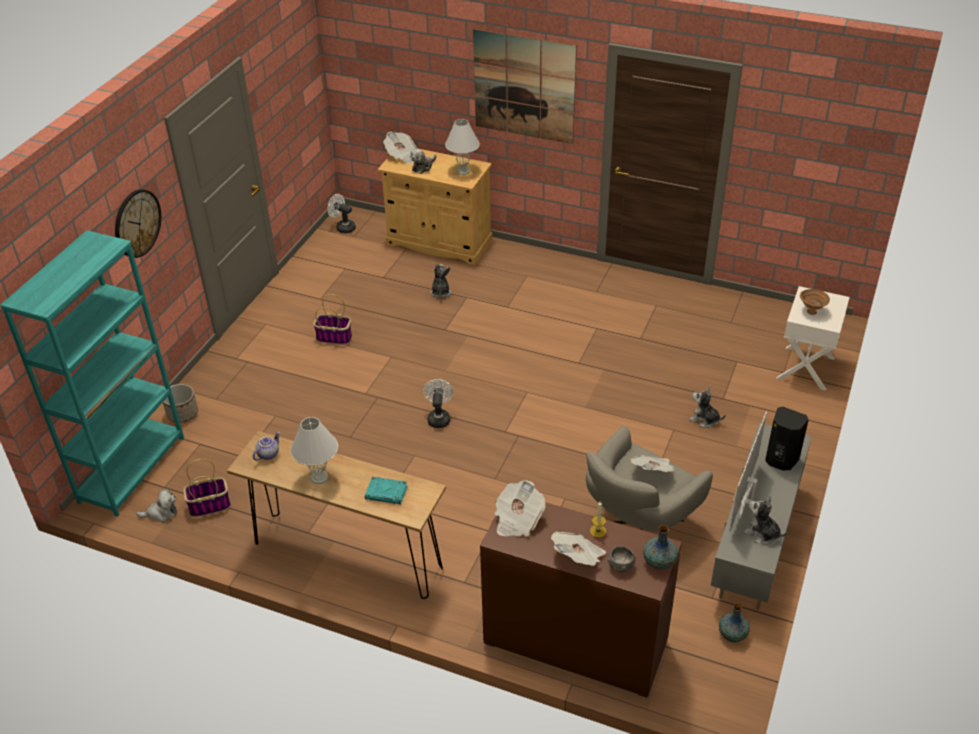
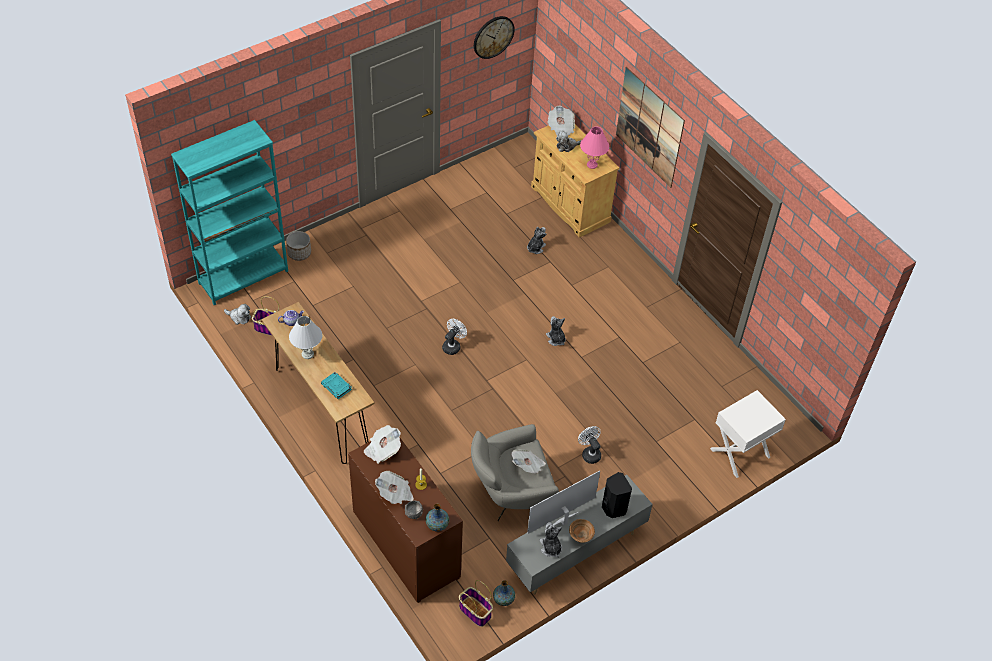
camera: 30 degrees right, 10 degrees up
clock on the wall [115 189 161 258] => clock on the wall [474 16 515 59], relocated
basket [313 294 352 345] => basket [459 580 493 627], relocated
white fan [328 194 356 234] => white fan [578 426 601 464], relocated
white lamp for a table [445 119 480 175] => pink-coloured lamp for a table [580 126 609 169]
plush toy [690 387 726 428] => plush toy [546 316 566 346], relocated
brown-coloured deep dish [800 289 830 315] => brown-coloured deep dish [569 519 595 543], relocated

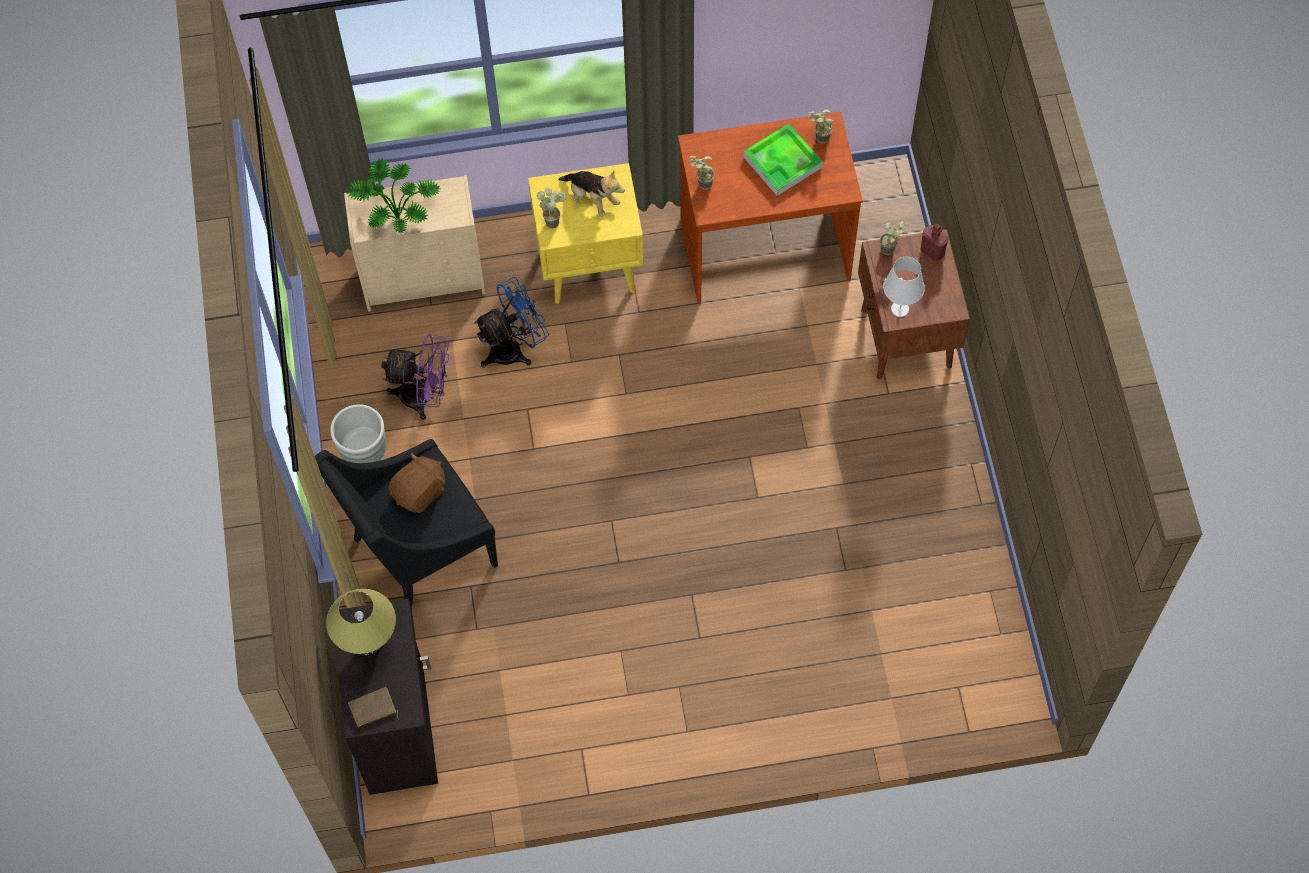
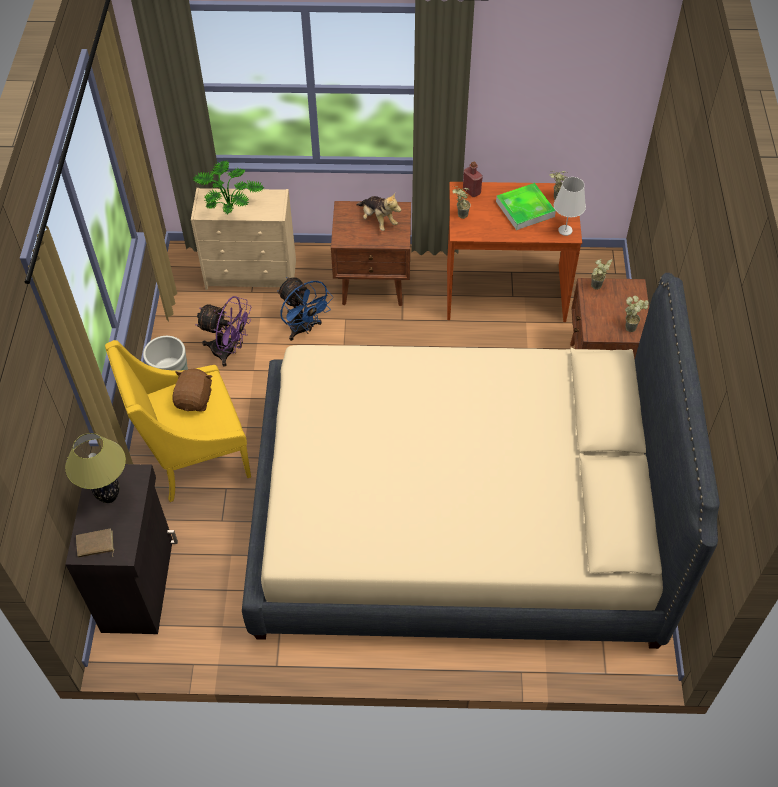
camera: 10 degrees right, 10 degrees down
blackish armchair [315 439 498 608] => yellowish armchair [105 340 251 502]
brown-coloured plush toy [388 453 445 513] => brown-coloured plush toy [172 369 212 411], 45 degrees counterclockwise
bluish fan [474 277 549 368] => bluish fan [277 277 333 341], 75 degrees clockwise
yellowish nightstand [528 163 644 304] => brown-coloured nightstand [331 201 411 306]
houseplant [536 188 566 229] => houseplant [625 296 649 332], relocated
white lamp for a table [883 257 925 317] => white lamp for a table [554 177 586 236], relocated
red-coloured drink bottle [920 224 949 262] => red-coloured drink bottle [463 161 483 197], relocated
nothing => beige sleeping bed [242 273 720 649]

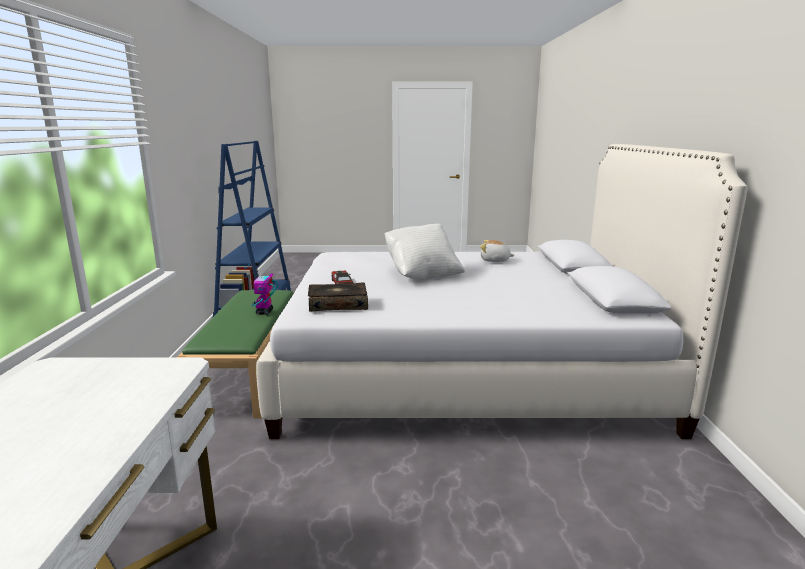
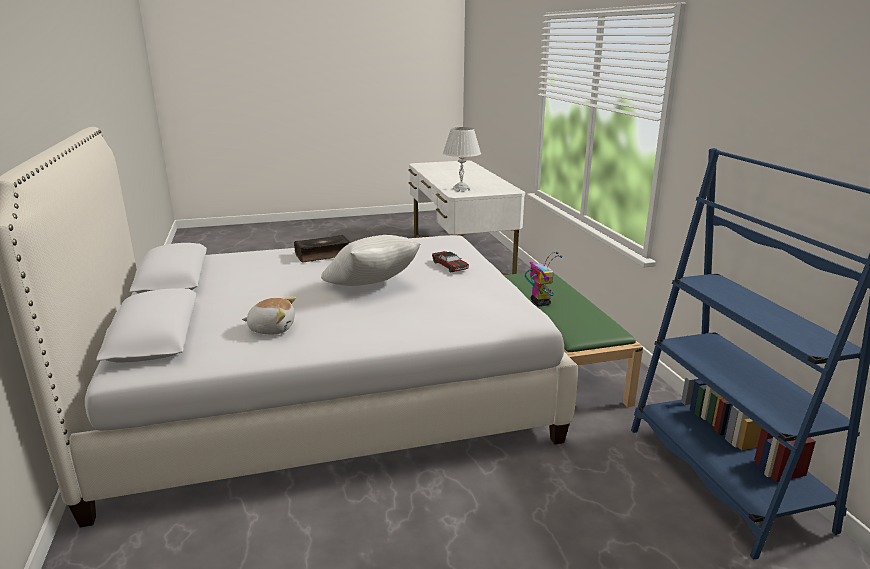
camera: 165 degrees right, 5 degrees up
volume [308 282 368 311] => volume [294 235 350 262], relocated
nothing => white lamp for a table [443 127 481 192]

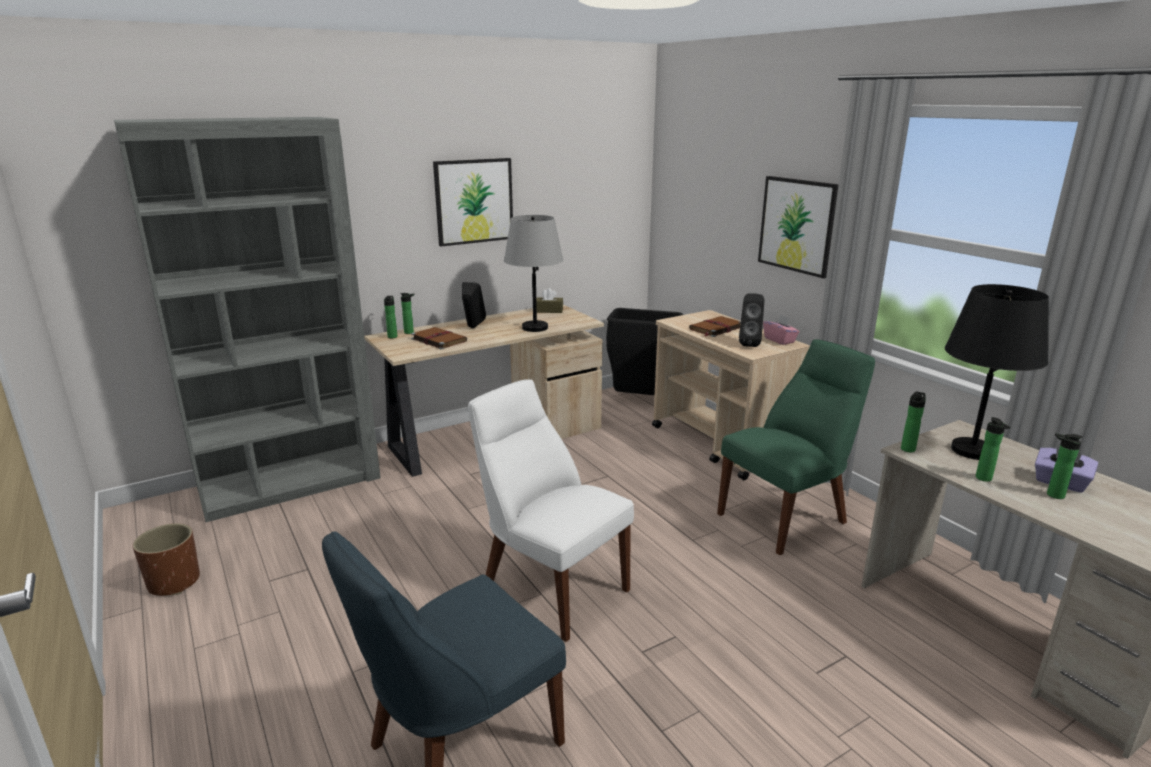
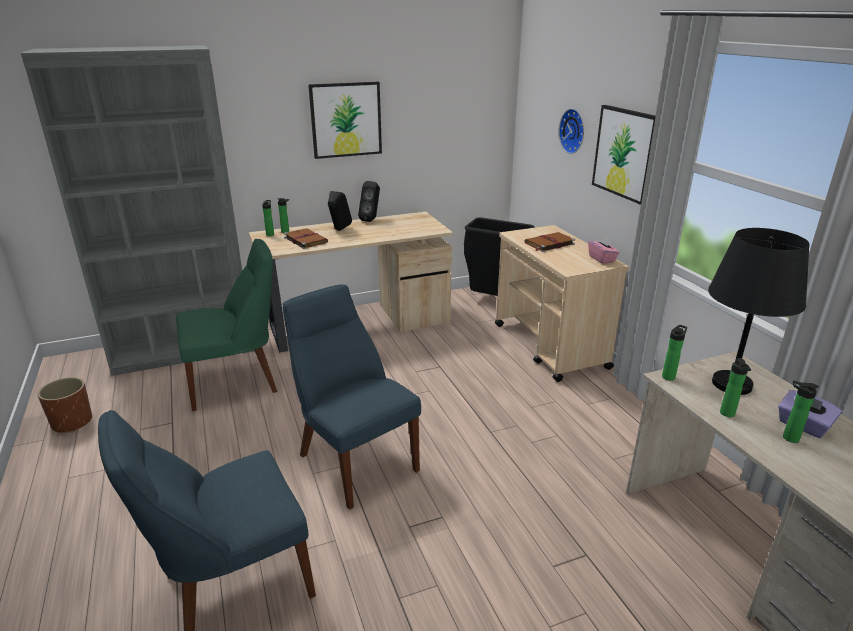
camera: 10 degrees right, 5 degrees up
white chair [468 379 634 642] => bluish chair [283 284 421 510]
gray lamp for a table [504 215 563 332] => nothing
brown-coloured box of tissues [536 288 563 313] => nothing
greenish chair [717 339 875 555] => greenish chair [176 239 278 411], relocated
blackish audio speaker [739 293 764 347] => blackish audio speaker [358 181 380 222], relocated
nothing => clock on the wall [559 108 584 154]

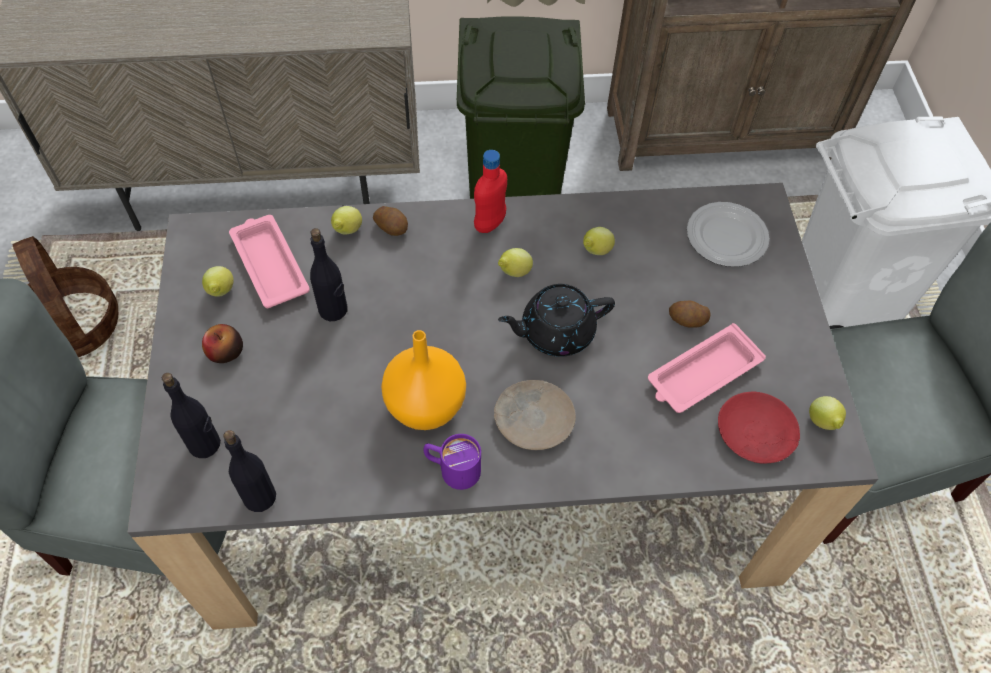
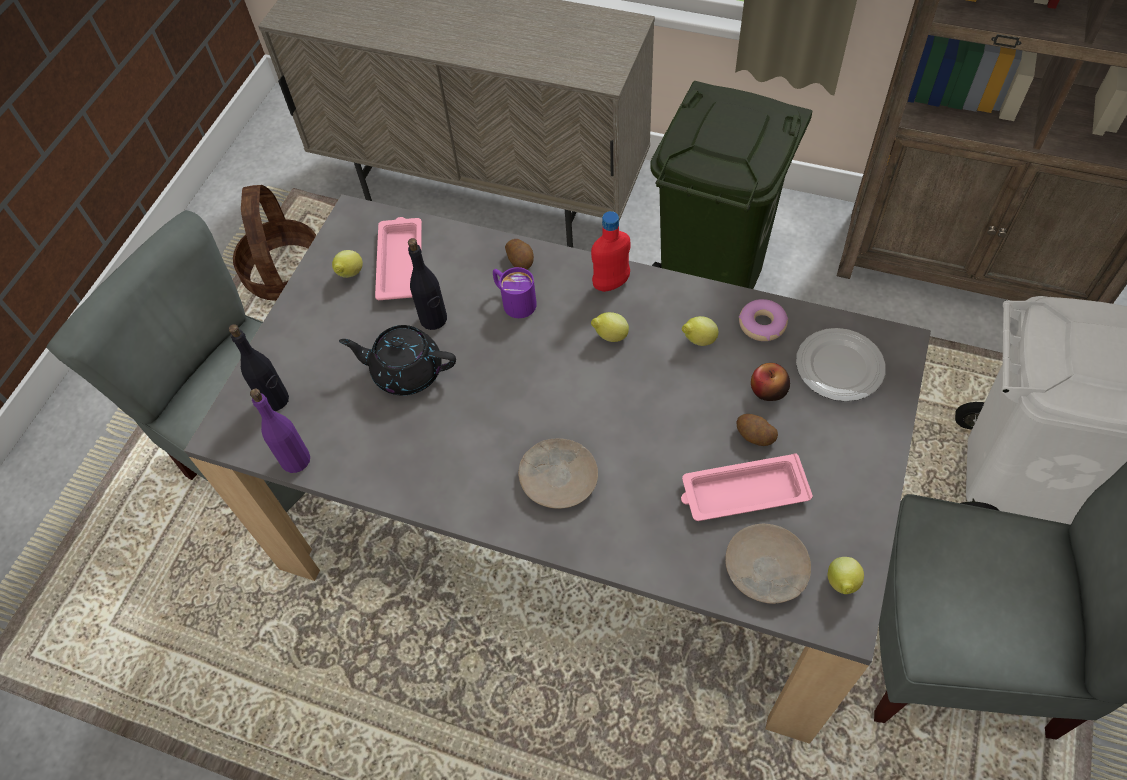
camera: 30 degrees right, 0 degrees up
apple fruit [202 324 243 363] => apple fruit [751 363 790 401], relocated
blackish drink bottle [223 430 276 512] => purple drink bottle [250 389 310 473]
lemon [331 206 362 235] => nothing
orange flower vase [381 330 466 430] => nothing
purple tea mug [424 434 481 490] => purple tea mug [493 267 537 318], relocated
blackish tea pot [498 284 615 357] => blackish tea pot [339 325 456 395], relocated
red-coloured flat dish [718 392 800 463] => beige flat dish [725 524 811 604]
nothing => ring doughnut [739 299 788 341]

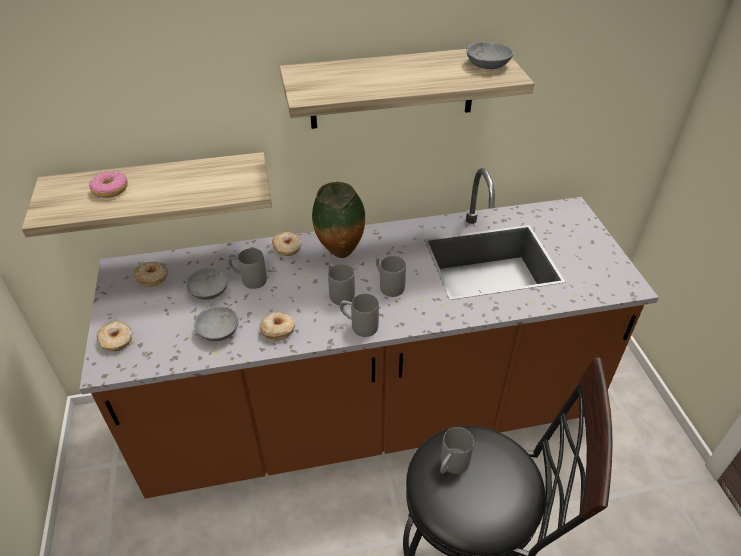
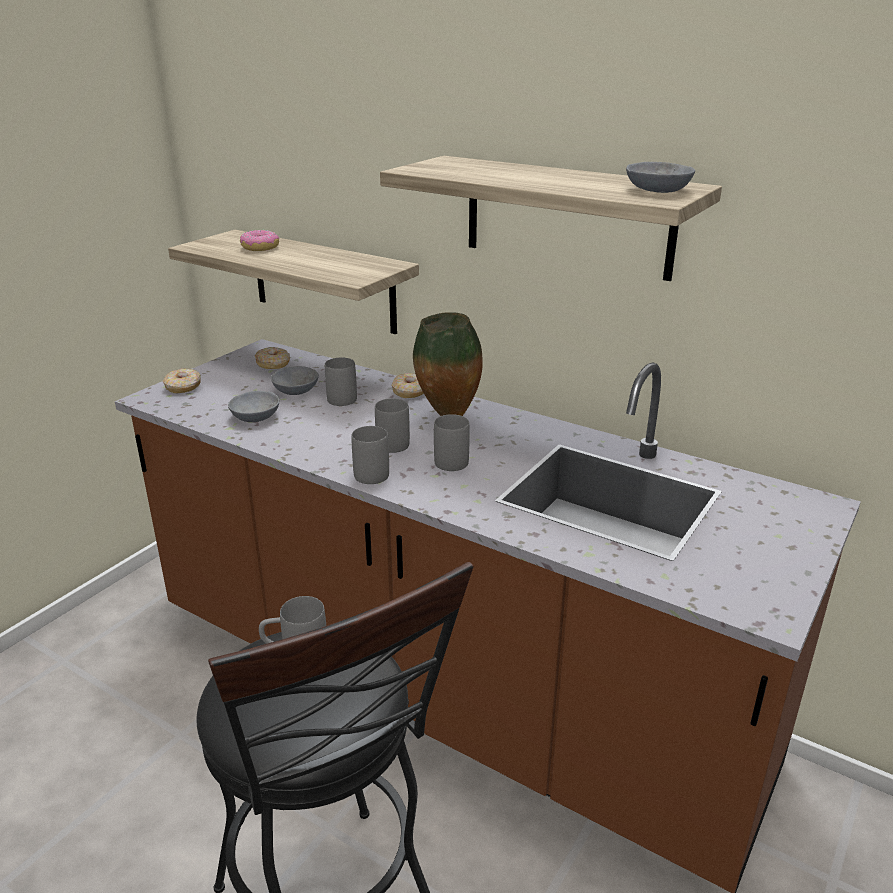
camera: 45 degrees right, 15 degrees down
ring doughnut [260 312 295 340] => nothing

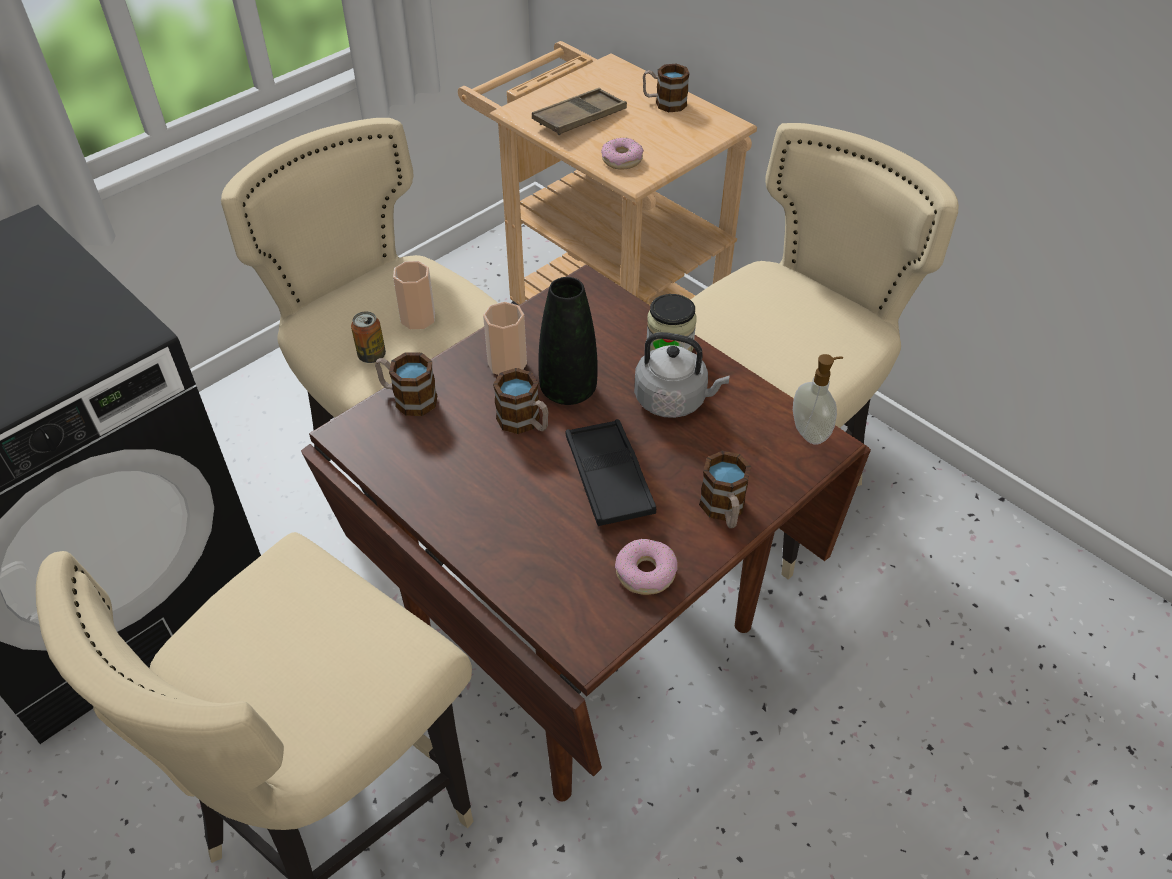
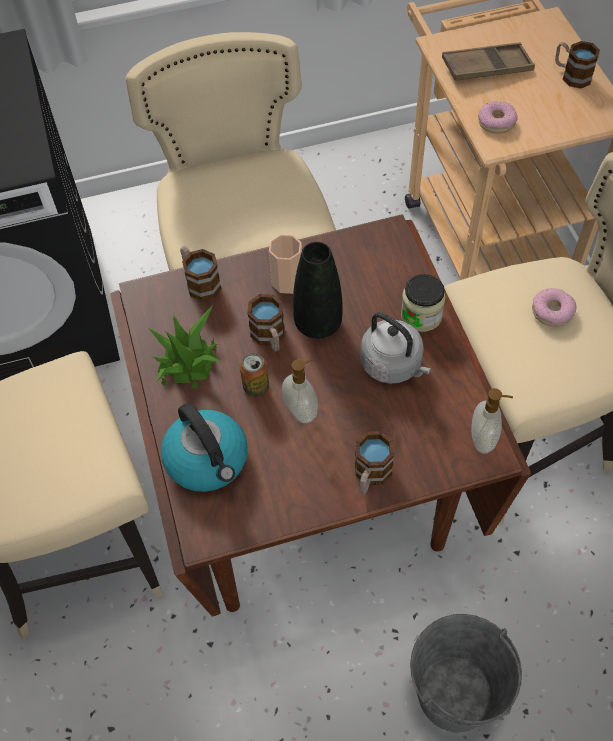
camera: 30 degrees right, 10 degrees up
metal can [351 311 386 363] => metal can [240 353 269 397], relocated
small cup [393 261 435 329] => nothing
blackish carrying tray [566 419 656 526] => soap bottle [282 358 318 423]
ring doughnut [615 539 678 595] => ring doughnut [532 288 577 327], relocated
nothing => houseplant [148 306 220 389]
nothing => kettle [161 403 248 492]
nothing => gray bucket [410 614 522 732]

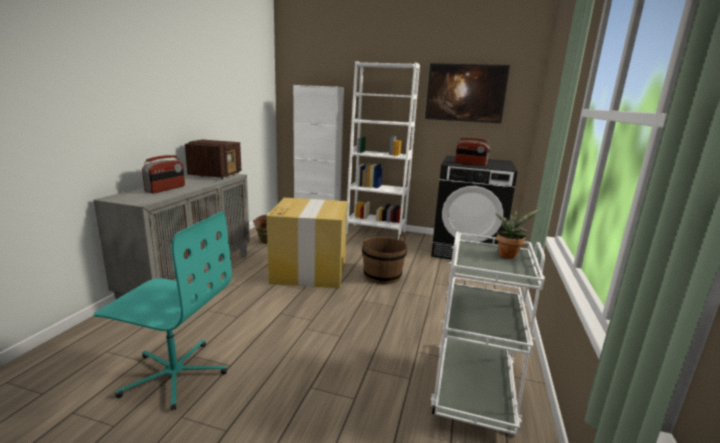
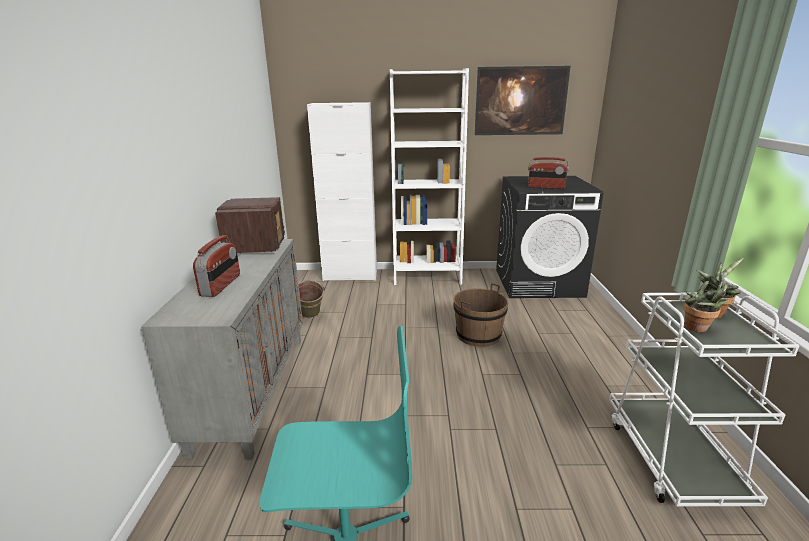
camera: 15 degrees left, 5 degrees up
packing box [267 198 347 288] => nothing
nothing => houseplant [683 280 731 332]

